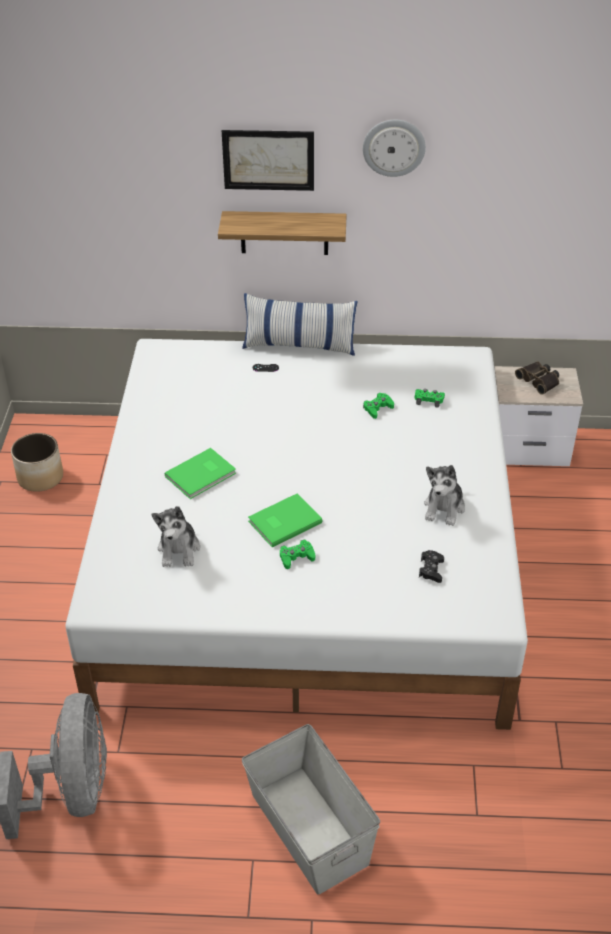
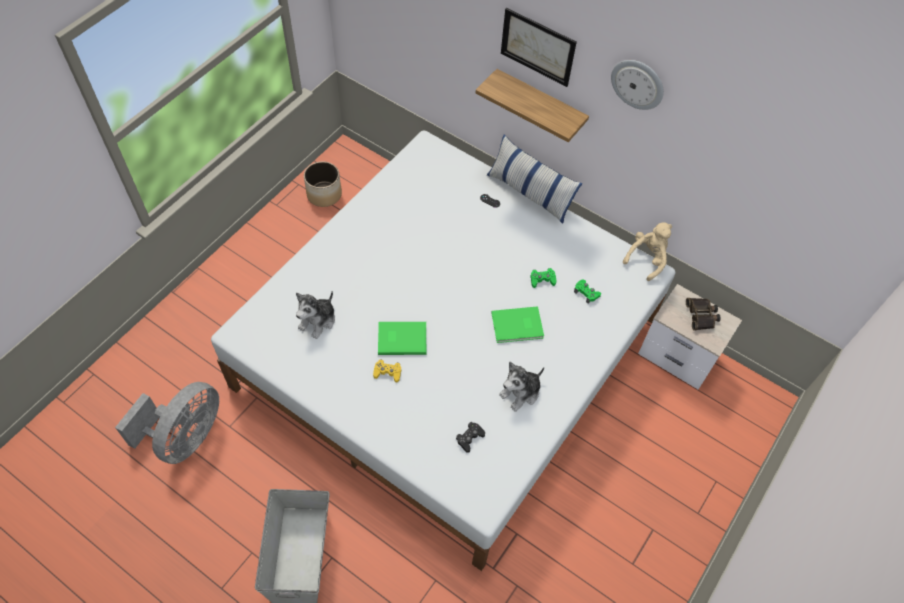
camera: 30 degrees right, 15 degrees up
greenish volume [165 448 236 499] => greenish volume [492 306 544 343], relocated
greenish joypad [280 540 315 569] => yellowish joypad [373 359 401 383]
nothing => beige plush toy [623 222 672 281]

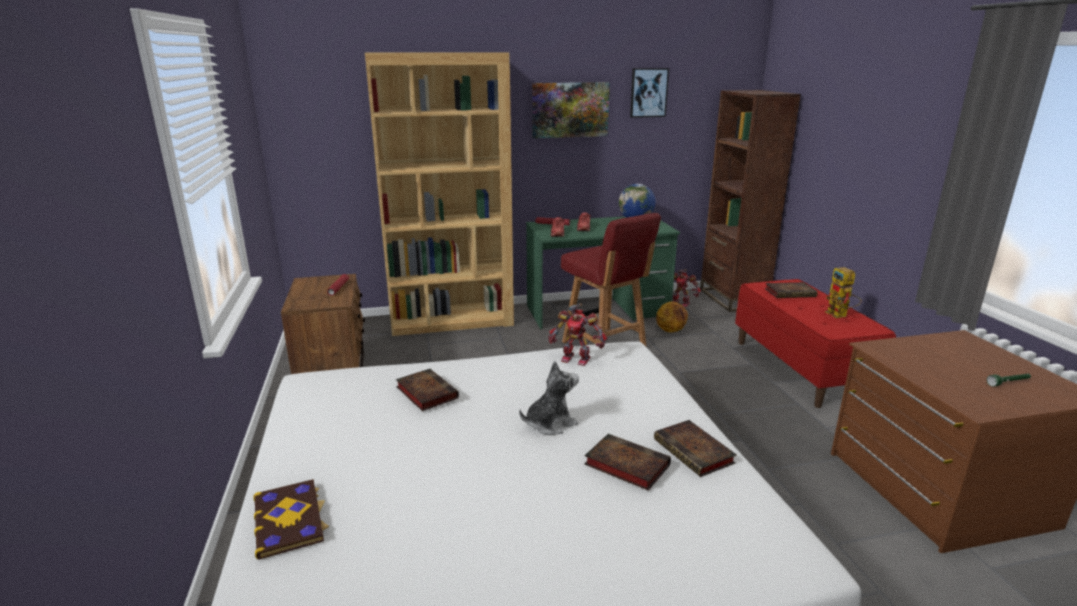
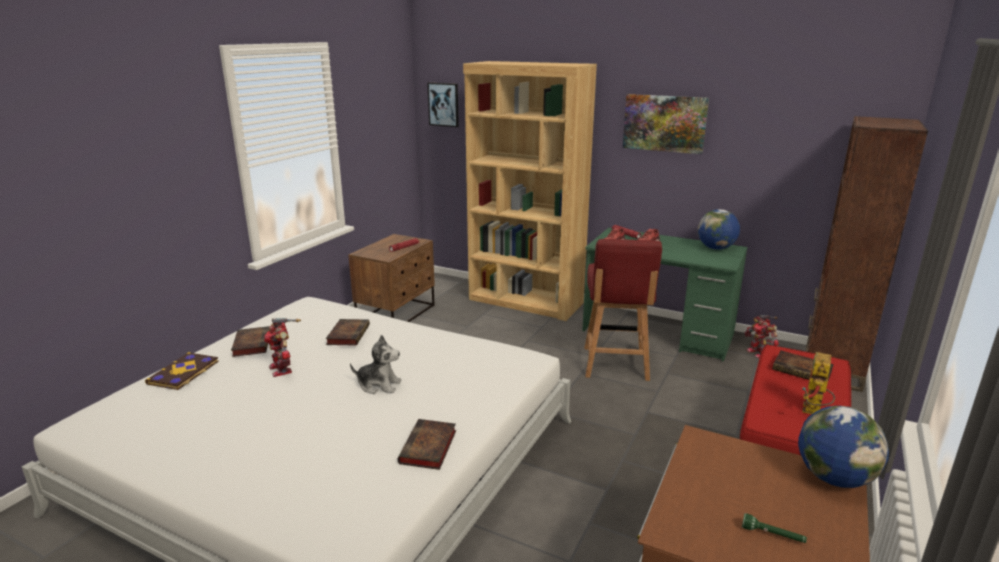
camera: 40 degrees right, 0 degrees up
toy robot [549 303 607 366] => toy robot [264 318 301 377], relocated
volume [584 434 671 491] => volume [231 326 270 357], relocated
wall picture [630 68 669 118] => wall picture [427 83 459 127], relocated
ball for basketball [656 301 688 332] => nothing
nothing => desk globe [798 406 889 488]

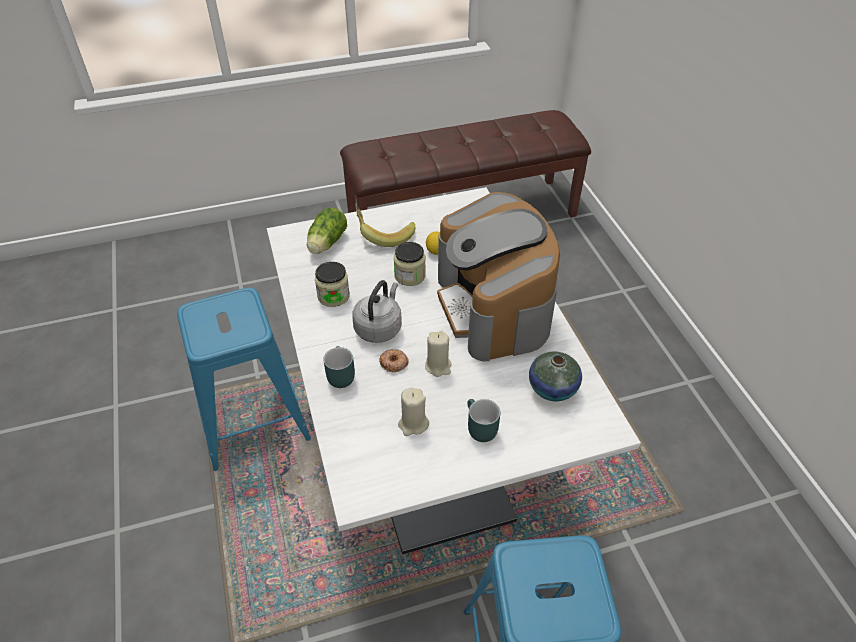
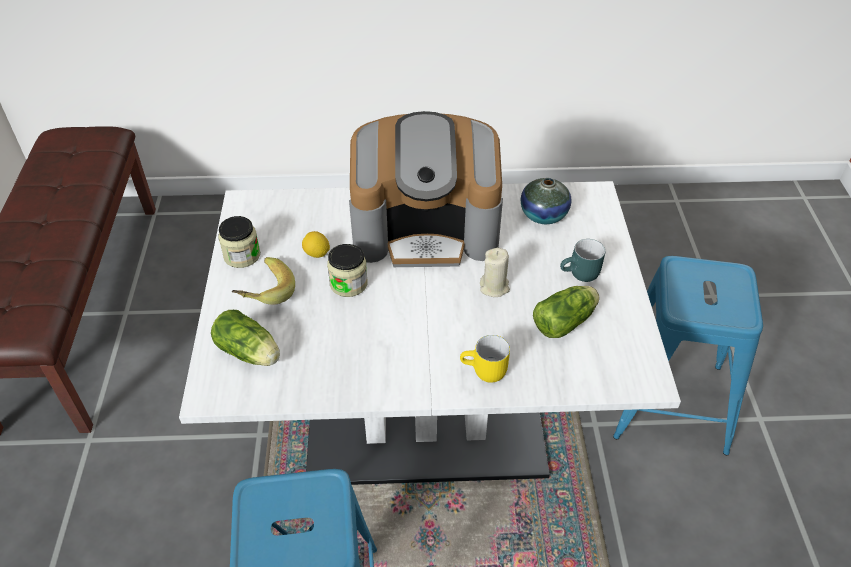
camera: 75 degrees left, 0 degrees up
jar [315 262 350 307] => jar [218 216 260 268], relocated
blue-green tea mug [323 346 355 388] => yellowish tea mug [460 335 510 383]
gray kettle [352 280 402 343] => nothing
ring doughnut [379 349 408 372] => nothing
beige wax candle [398 388 429 436] => head of lettuce [533 286 599 338]

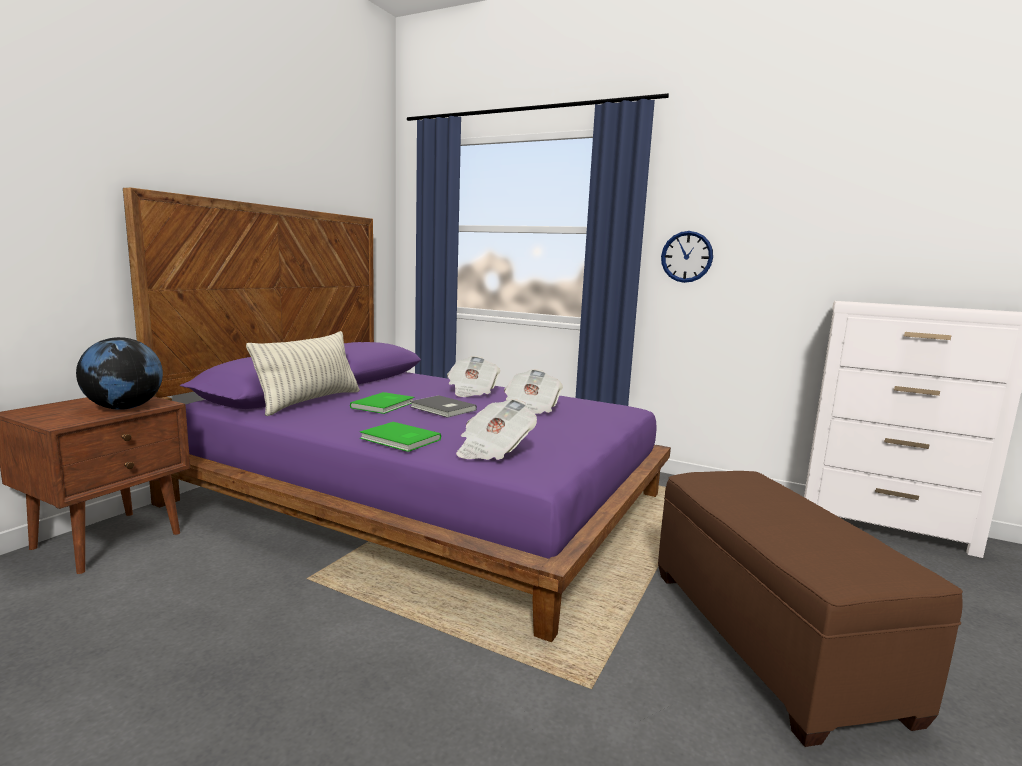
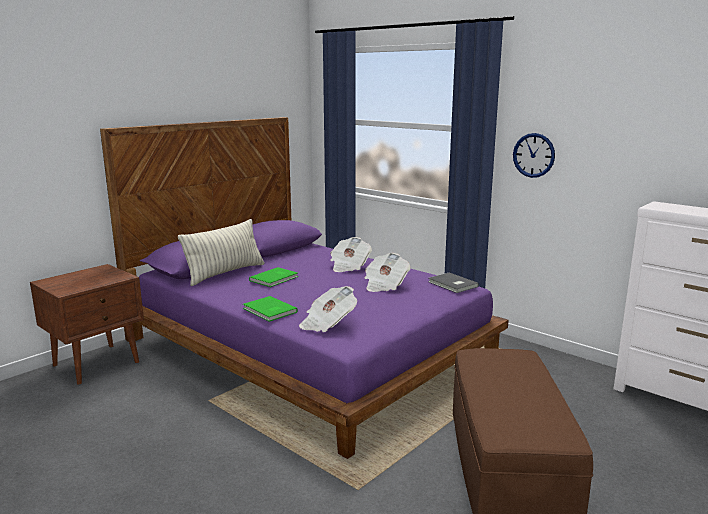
camera: 15 degrees right, 5 degrees up
desk globe [76 337 163 410] => nothing
gray volume [410 395 477 418] => gray volume [428 272 479 293], relocated

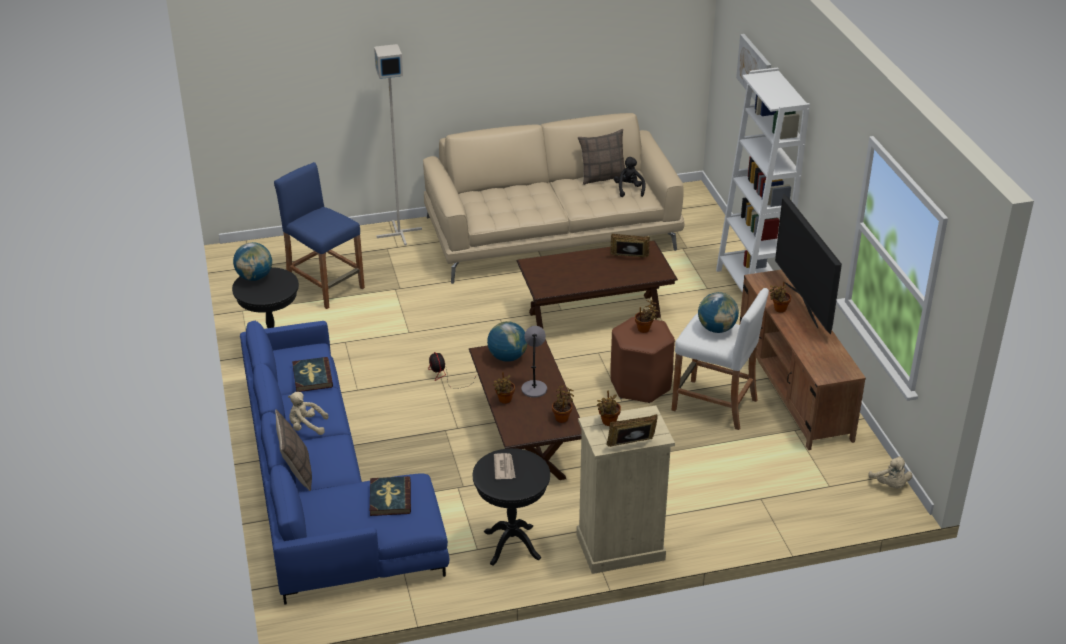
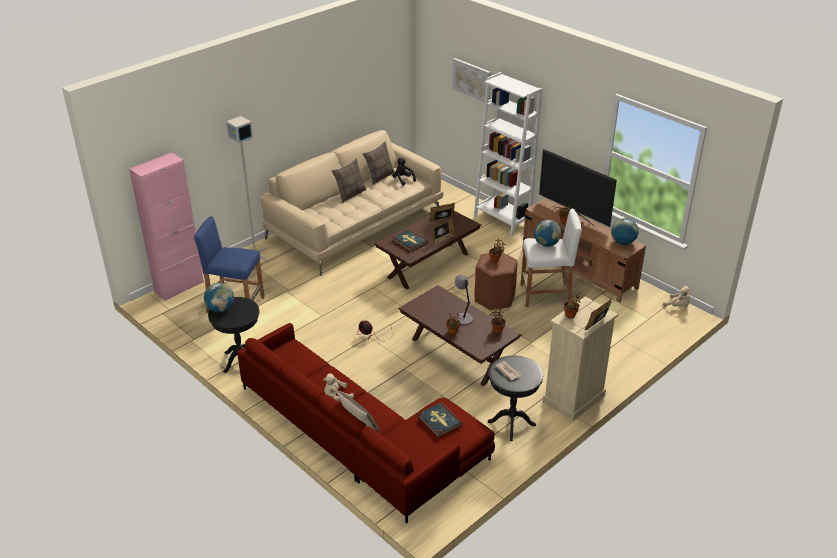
camera: 30 degrees left, 0 degrees up
bluish settee [240 321 449 605] => red-coloured settee [237 323 495 524]
volume [292 357 333 392] => volume [393 229 428 252], relocated
desk globe [487 321 527 362] => desk globe [611 218 638 245], relocated
nothing => pink-coloured storage cabinet [129 153 204 301]
nothing => pillow [332 158 367 203]
nothing => photo frame [432 218 455 244]

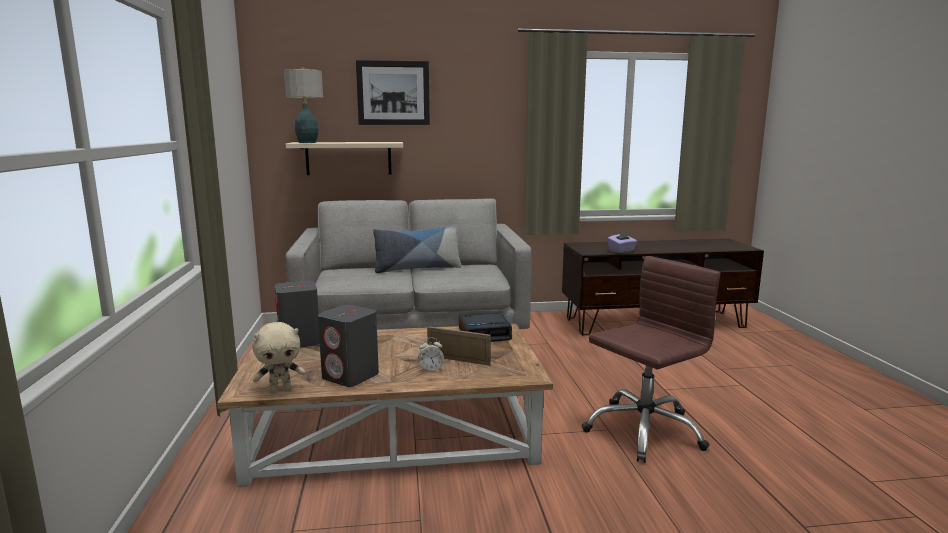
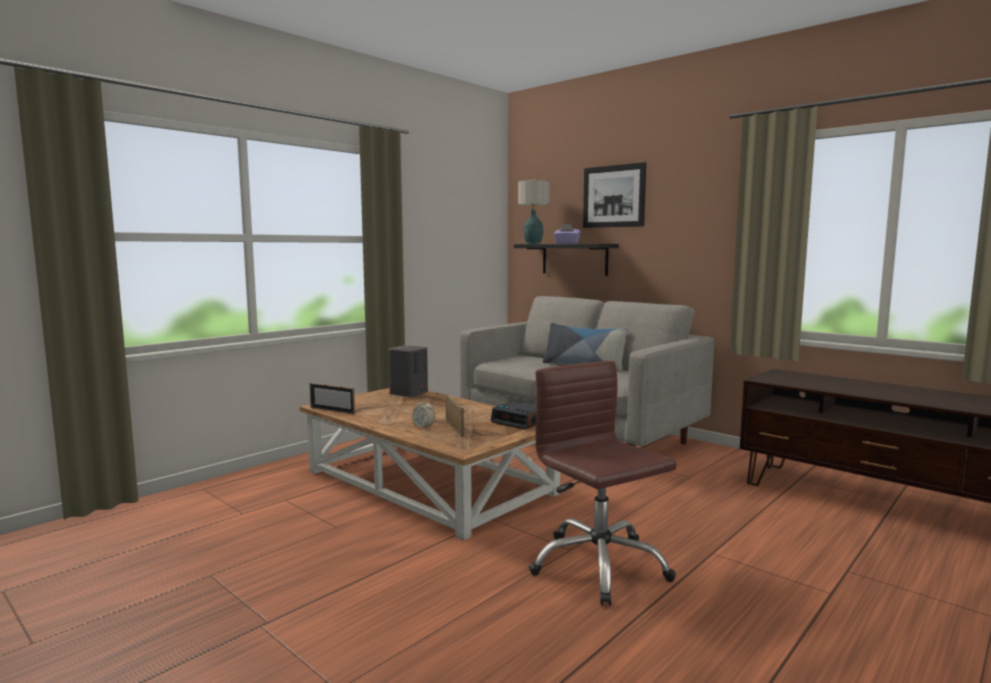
camera: 50 degrees right, 5 degrees down
beige plush toy [252 322 305 394] => photo frame [310 383 355 414]
beige wall shelf [286 142 403 175] => blackish wall shelf [514 244 619 276]
gray audio speaker [318 305 379 387] => nothing
brown-coloured computer chair [582 256 721 463] => brown-coloured computer chair [529 361 677 605], 135 degrees counterclockwise
purple box of tissues [607 231 637 253] => purple box of tissues [554 224 581 244], relocated

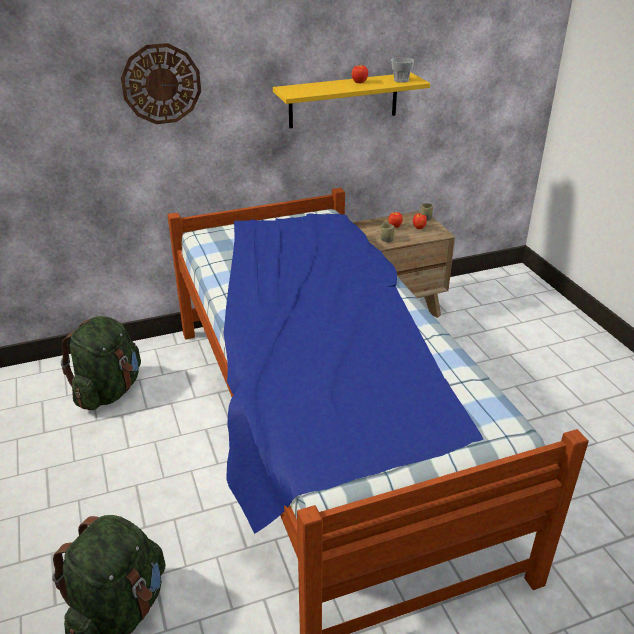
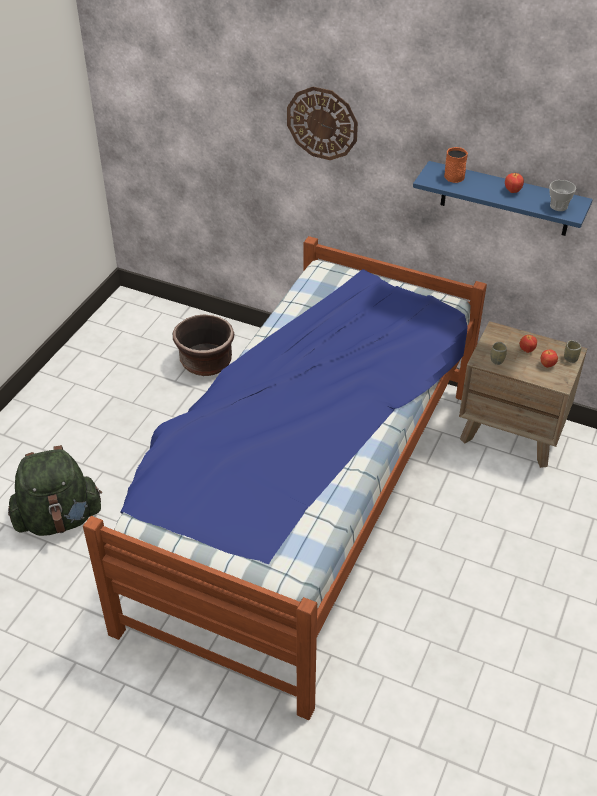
camera: 45 degrees right, 10 degrees up
greenish rucksack [61 316 141 410] => brown-coloured plant pot [173 314 234 376]
yellowish wall shelf [273 73 430 128] => bluish wall shelf [413 161 593 236]
nothing => orange tea mug [444 147 468 183]

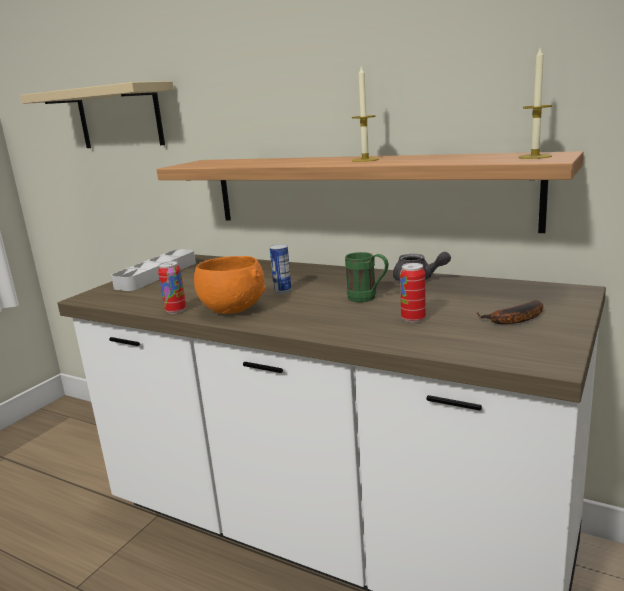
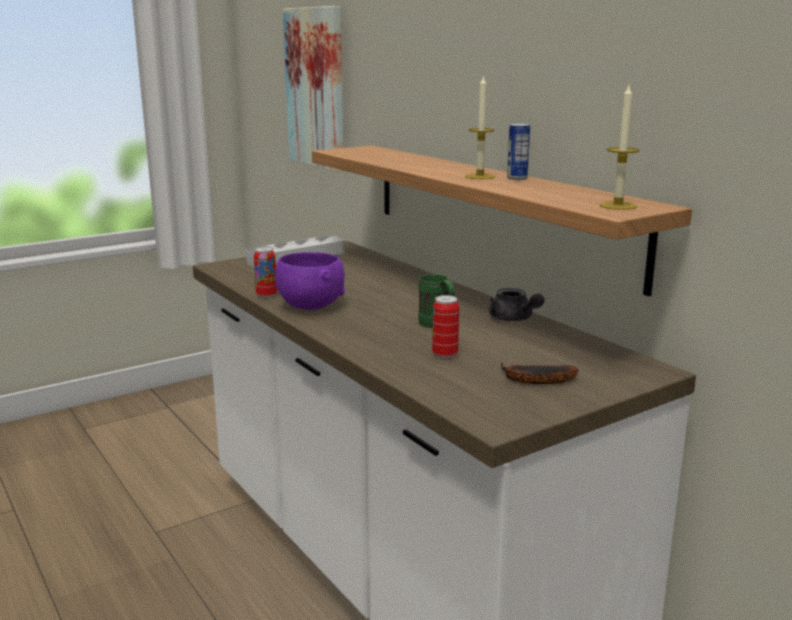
camera: 25 degrees right, 0 degrees up
beige wall shelf [20 81 174 148] => wall picture [283 6 344 172]
orange deep dish [194 256 266 314] => purple deep dish [275 252 345 310]
metal can [270 244 292 294] => metal can [507 123 530 180], relocated

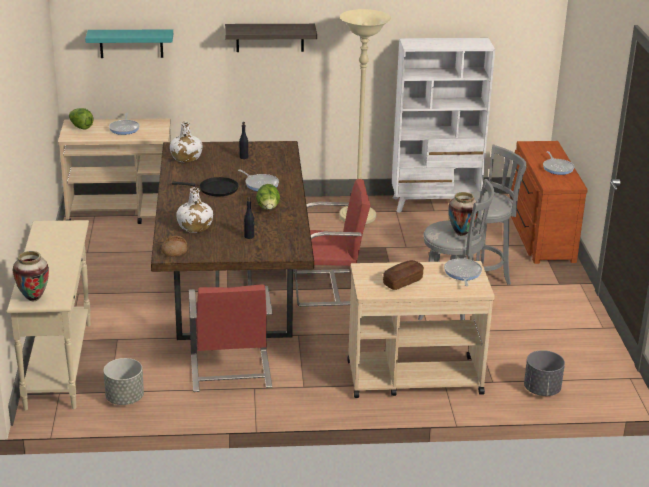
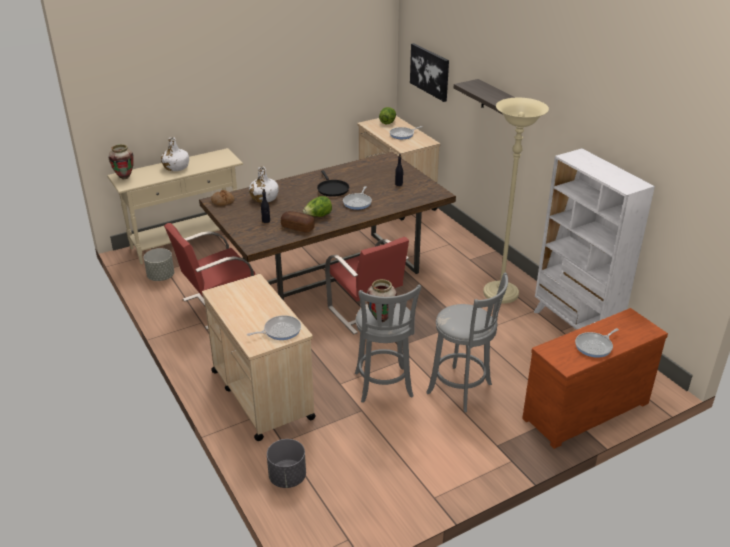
camera: 65 degrees right, 5 degrees up
blue-green wall shelf [85 30 173 58] => wall picture [410 43 449 102]
white drink bottle [170 122 202 162] => white drink bottle [161 137 189 171], relocated
bakery bread [383 260 424 290] => bakery bread [281 211 315 233], relocated

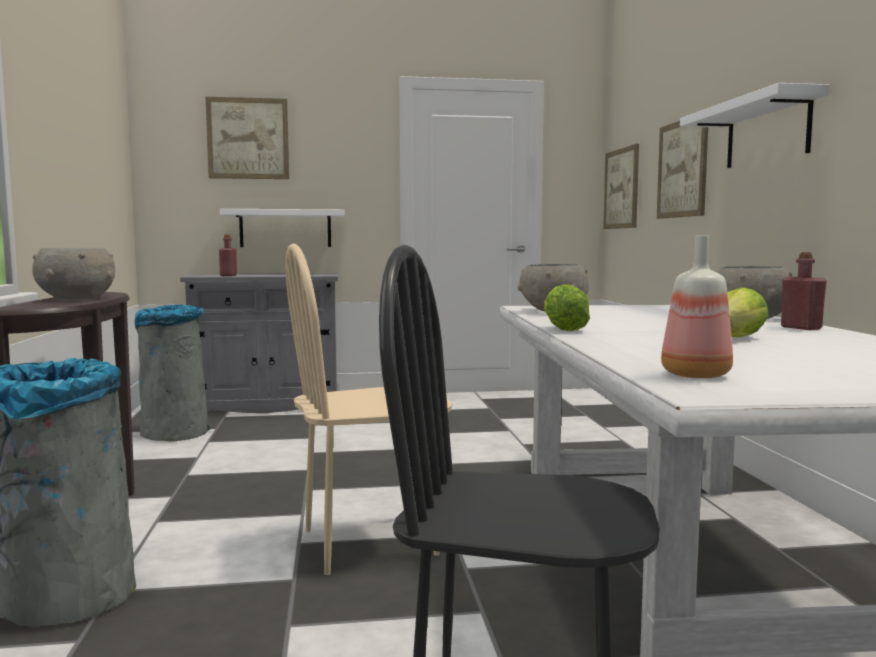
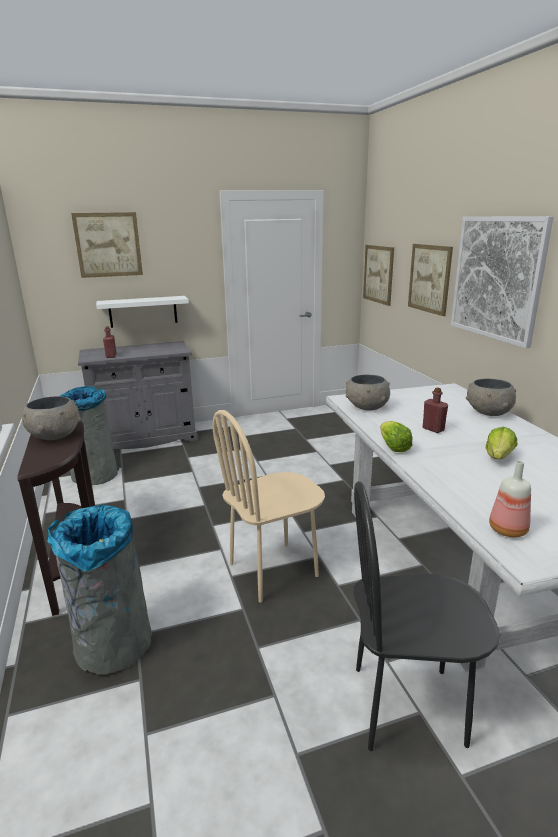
camera: 10 degrees left, 15 degrees up
white wall shelf [680 83 830 168] => wall picture [451 216 553 348]
red-coloured drink bottle [781 252 827 330] => red-coloured drink bottle [423 387 448 433], relocated

